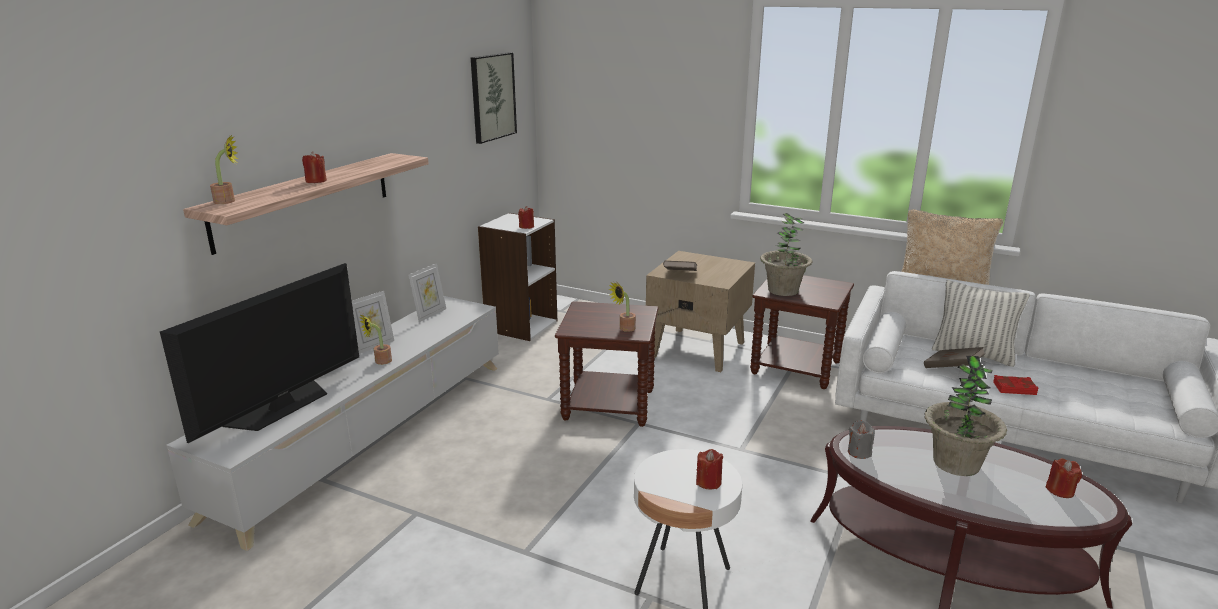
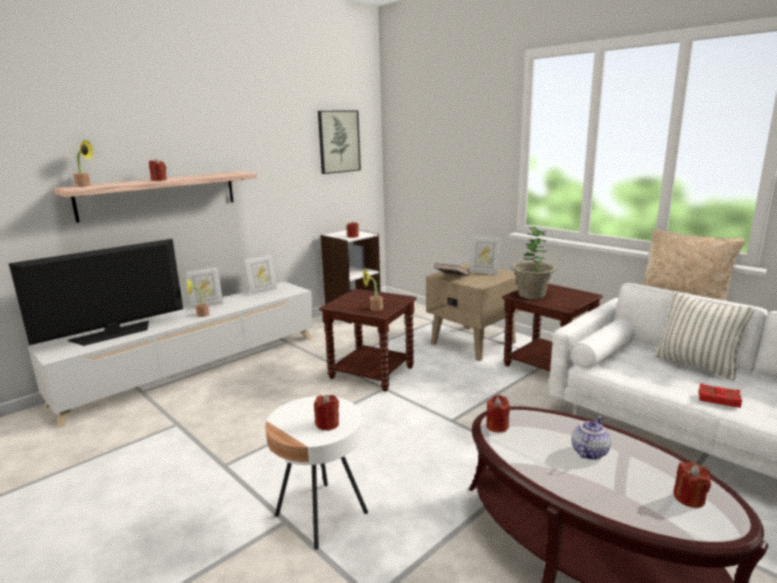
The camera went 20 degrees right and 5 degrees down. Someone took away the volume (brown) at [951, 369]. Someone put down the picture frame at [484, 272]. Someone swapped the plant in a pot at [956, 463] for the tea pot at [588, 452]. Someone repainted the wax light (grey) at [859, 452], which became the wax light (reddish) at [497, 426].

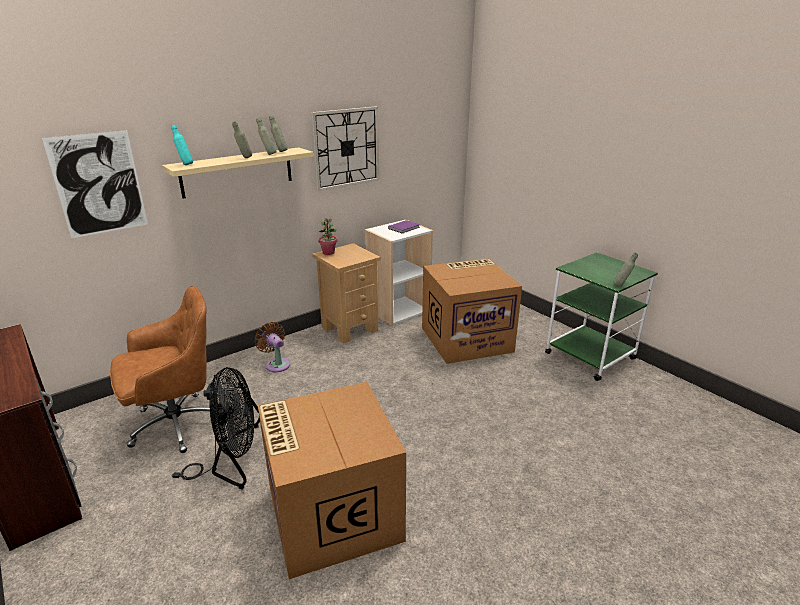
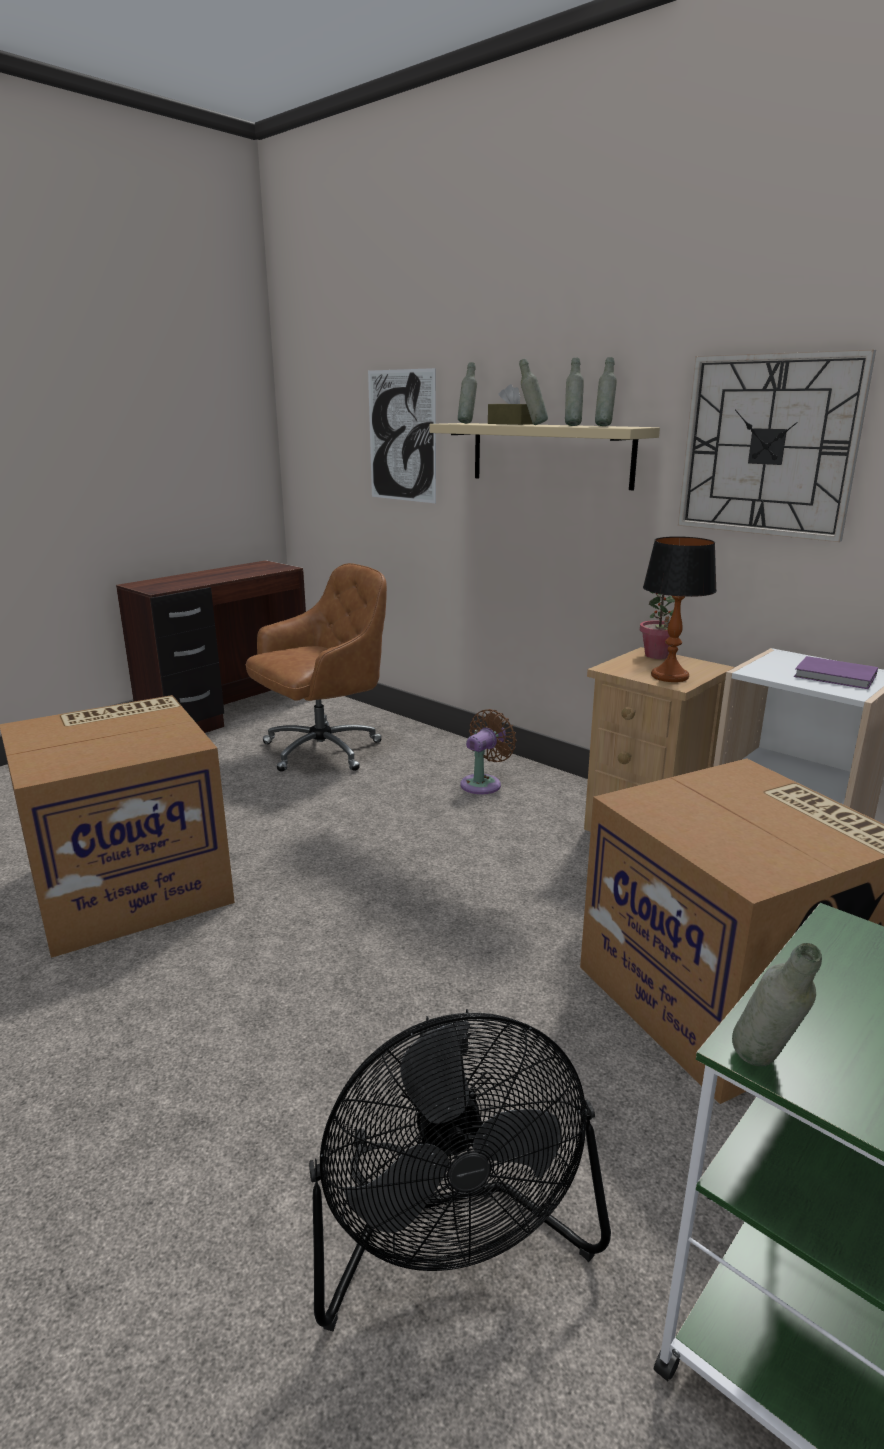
The camera went 80 degrees right and 5 degrees down. Someone put down the tissue holder (brown) at [510, 424]. Someone put down the tabletop lamp at [669, 676]. Someone carried the cooling fan (blackish) from [230, 458] to [439, 1240]. Someone repainted the beverage bottle (turquoise) at [185, 164], which became the beverage bottle (grey) at [467, 423]. Someone rotated the computer chair (brown) at [176, 424] by 90 degrees counterclockwise.

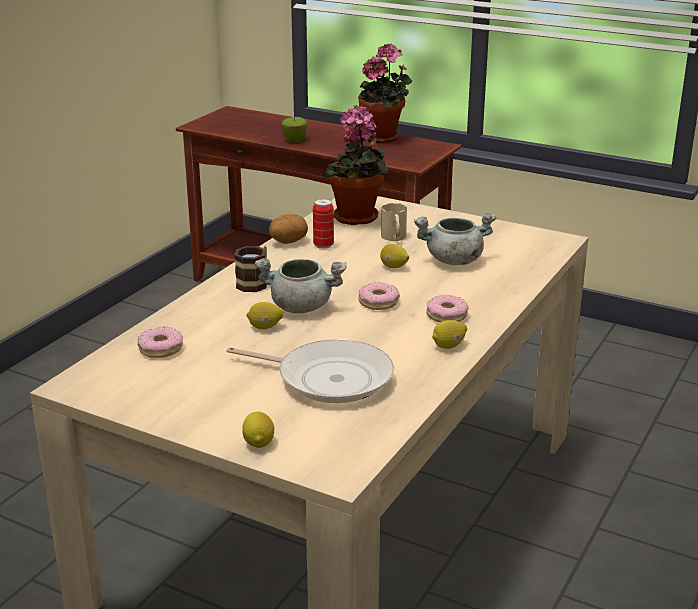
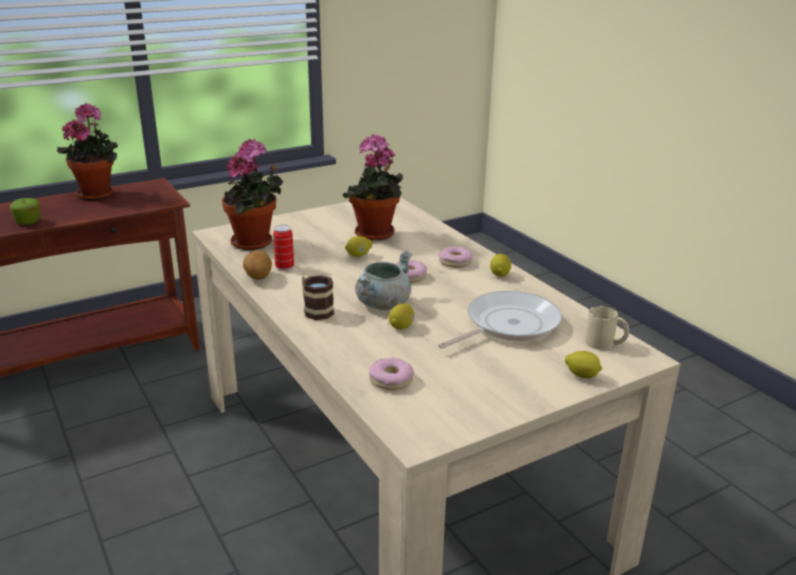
The camera went 60 degrees left and 0 degrees up. Someone carried the mug (beige) from [394, 238] to [605, 343]. Someone swapped the cooking pot (grey) at [454, 260] for the plant in a pot at [375, 235].

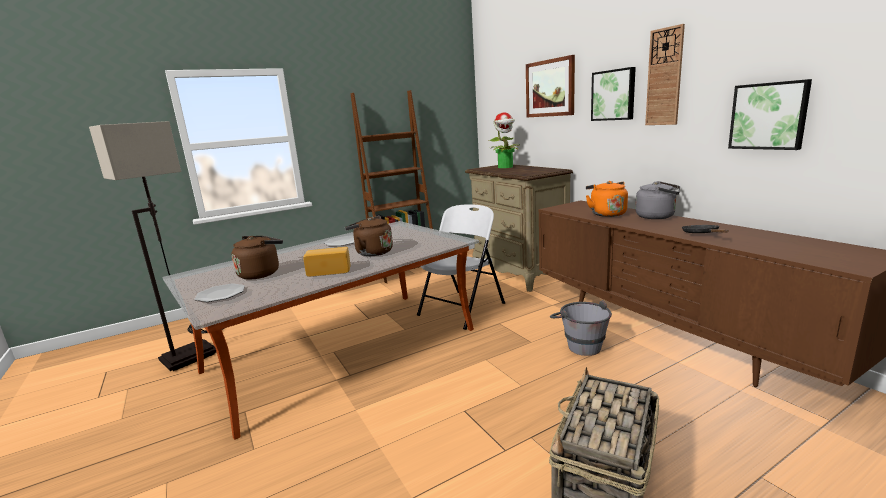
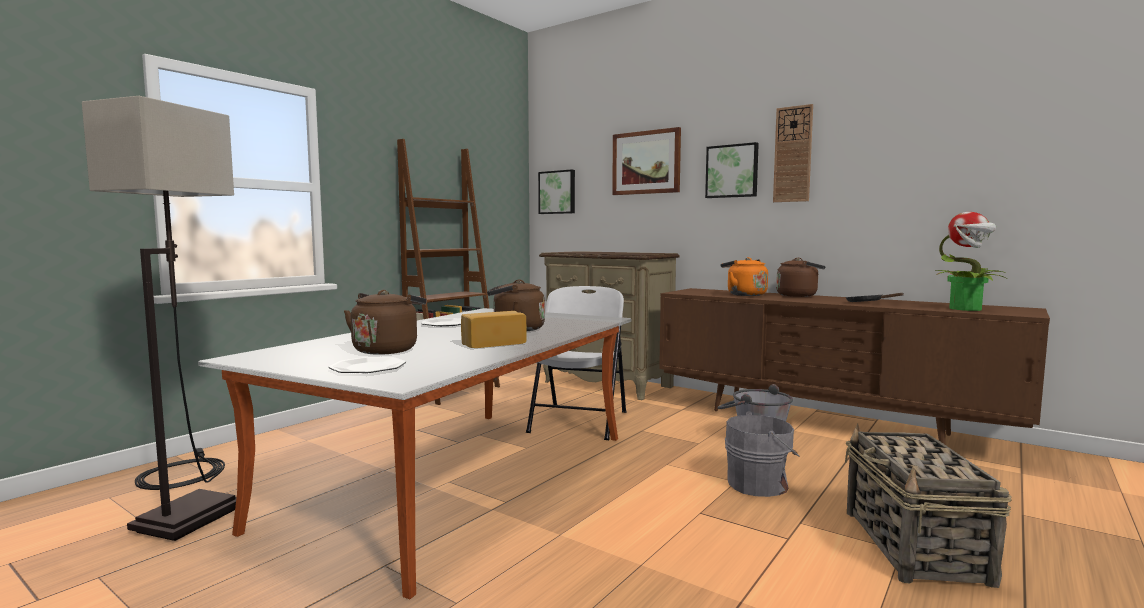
The camera went 25 degrees left and 10 degrees down. Someone put down the pail (grey) at [760, 484]. Someone carried the plant in a pot from [506, 167] to [966, 309]. Someone carried the wall picture from [769, 116] to [557, 192]. Someone repainted the tea kettle (grey) at [657, 216], which became the tea kettle (brown) at [799, 295].

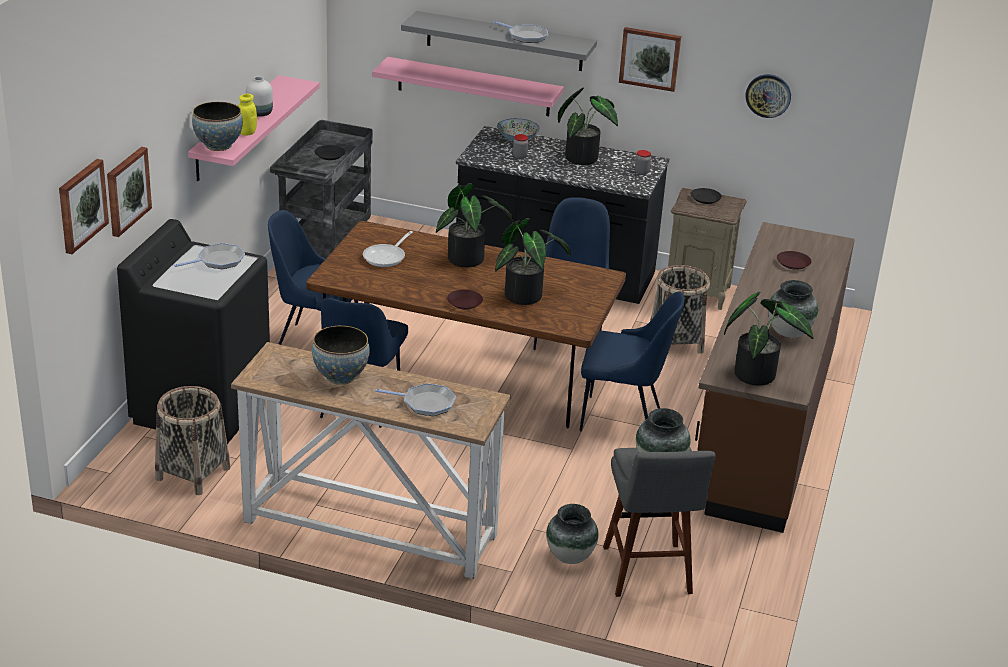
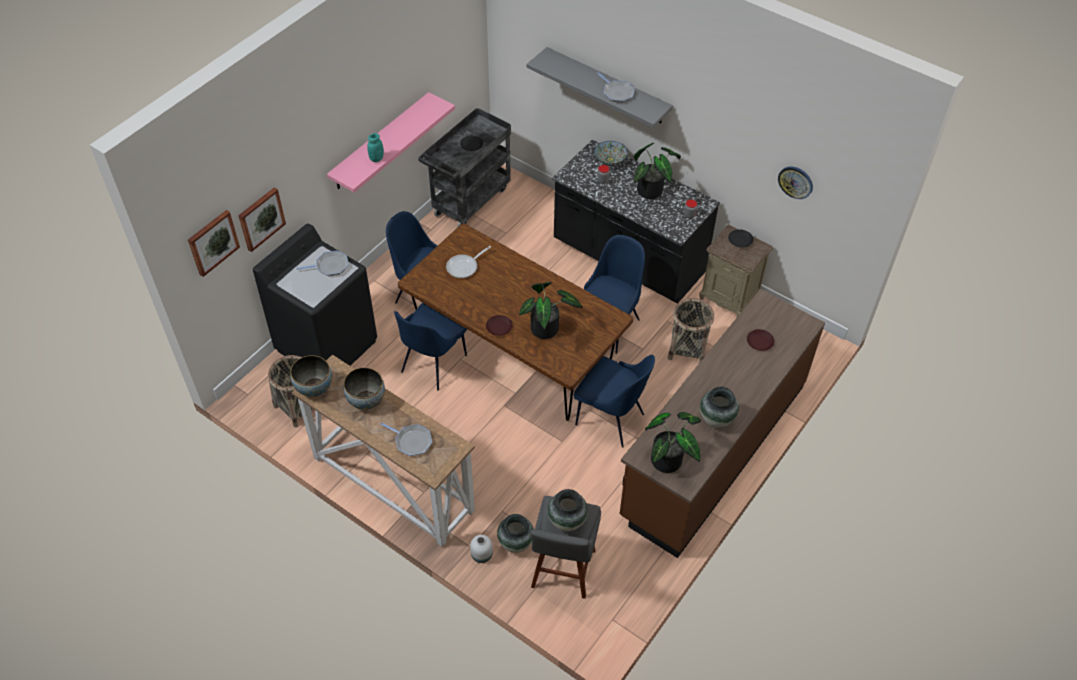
The camera went 20 degrees right and 20 degrees up. Someone took away the wall shelf (pink-coloured) at [473, 87]. Someone took away the plant in a pot at [470, 260]. Someone took away the wall picture at [650, 58]. Someone carried the serving bowl from [218, 145] to [314, 388]. Someone carried the decorative vase (white) from [260, 113] to [482, 554]. Someone repainted the jar (yellow-coloured) at [247, 132], which became the jar (turquoise) at [376, 158].

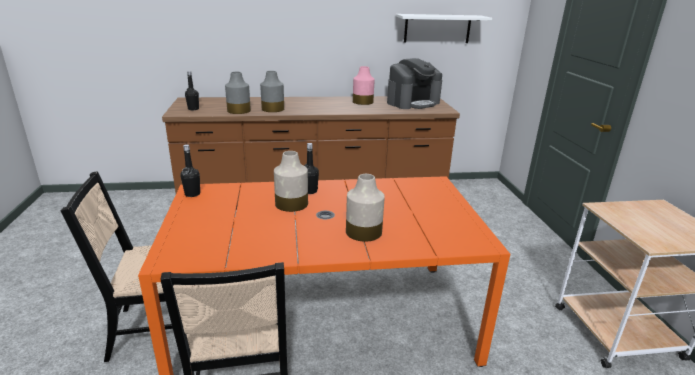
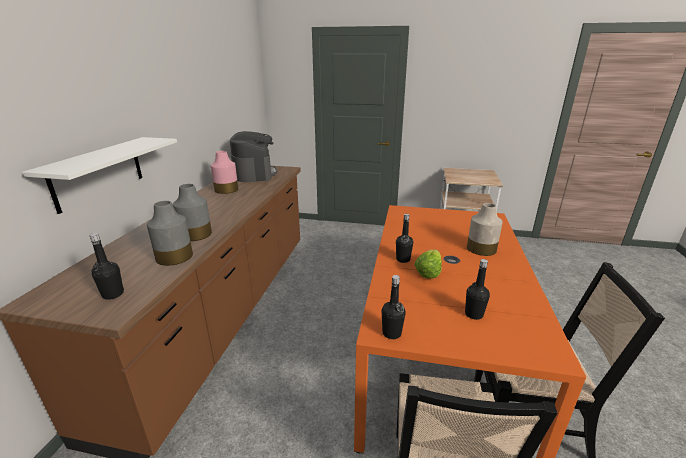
The camera went 70 degrees left and 0 degrees up. Someone put down the beverage bottle (blackish) at [474, 314]. Someone carried the wall shelf (white) from [437, 28] to [98, 173]. Someone swapped the decorative vase (beige) at [291, 203] for the lettuce at [428, 272].

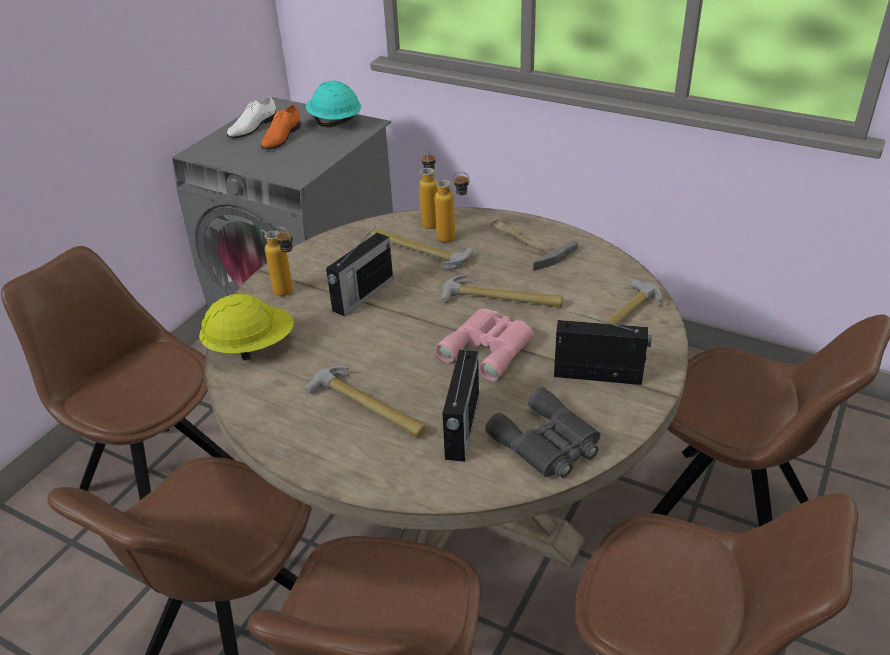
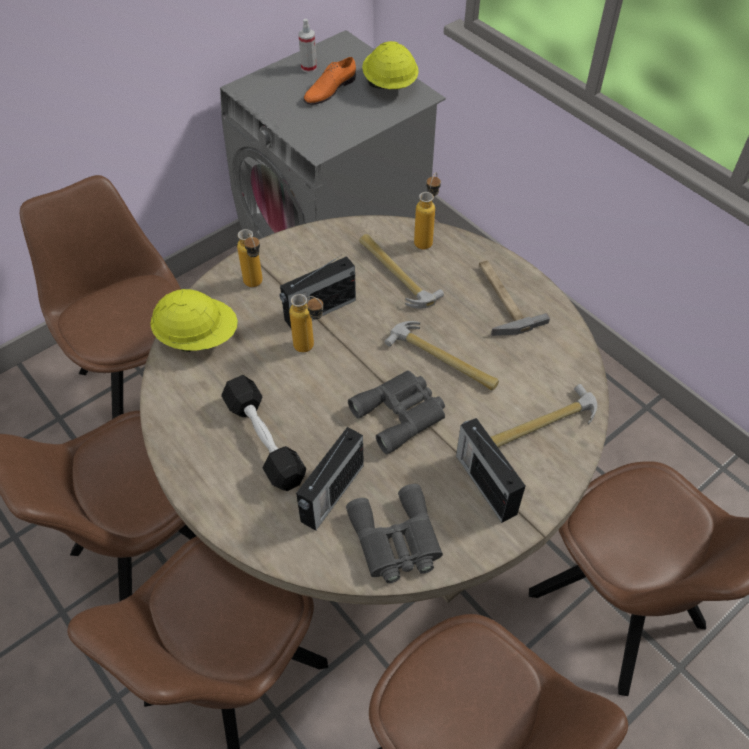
The camera went 20 degrees right and 15 degrees up. Someone carried the beverage bottle from [453, 238] to [310, 349]. Someone swapped the item of footwear (white) at [252, 127] for the hand sprayer at [309, 67]. Someone swapped the hand hammer at [368, 407] for the hand weight (blackish) at [264, 440]. Someone repainted the work helmet (turquoise) at [335, 122], which became the work helmet (yellow-coloured) at [389, 84]. Someone repainted the binoculars (pink-coloured) at [489, 348], which became the binoculars (grey) at [401, 413]. Someone rotated the radio receiver at [599, 375] by 150 degrees counterclockwise.

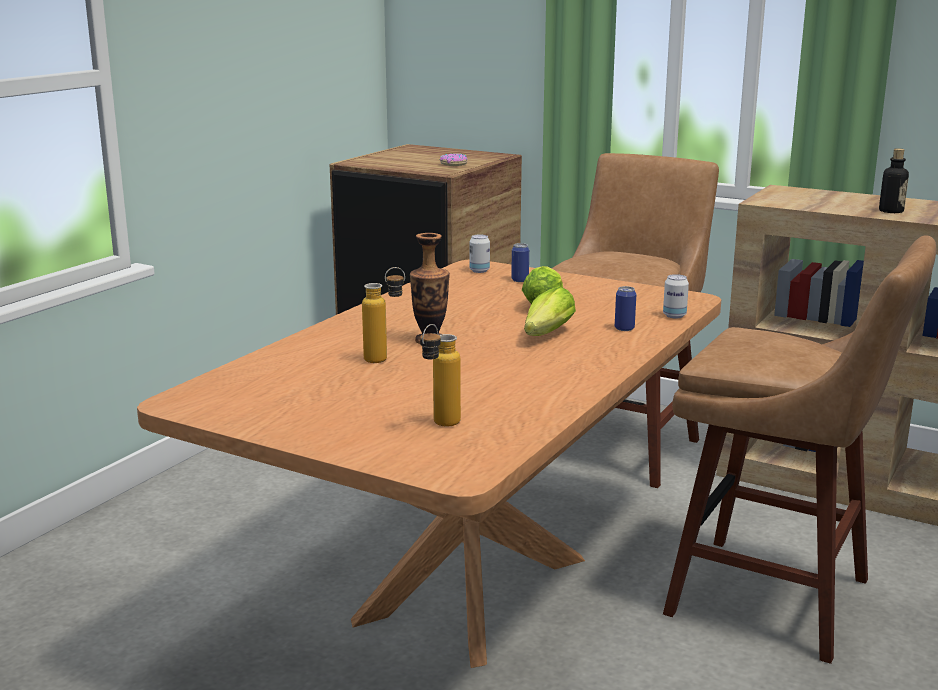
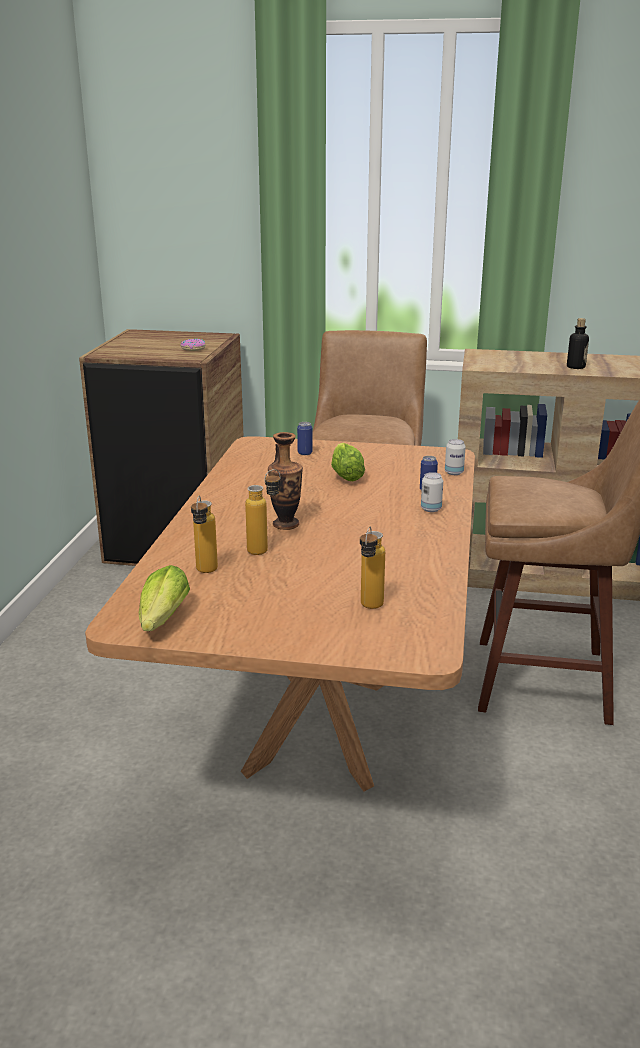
The camera went 20 degrees left and 5 degrees up. Someone put down the beverage bottle at [205, 573]. Someone carried the metal can from [479, 271] to [431, 509]. Someone carried the lettuce from [545, 335] to [161, 622].

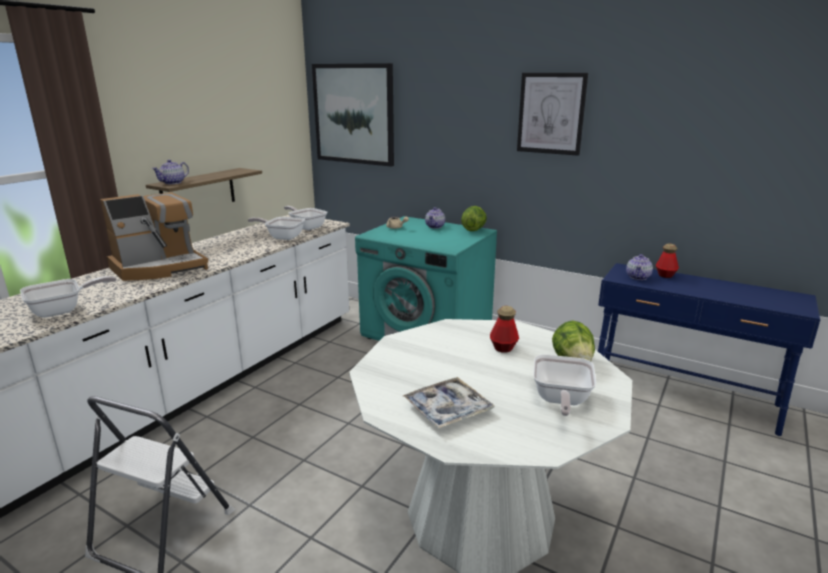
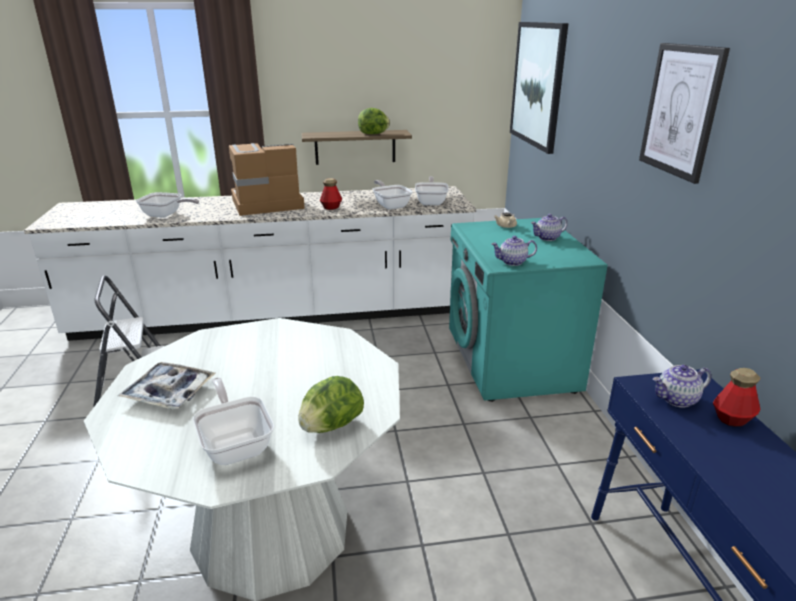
The camera went 50 degrees right and 5 degrees up. Someone carried the tea pot from [173, 183] to [512, 262]. Someone carried the lettuce from [473, 230] to [374, 134]. Someone carried the beverage bottle from [503, 347] to [331, 207]. Someone rotated the coffee brewer at [160, 267] by 150 degrees clockwise. Someone rotated the frying pan at [560, 400] by 90 degrees clockwise.

